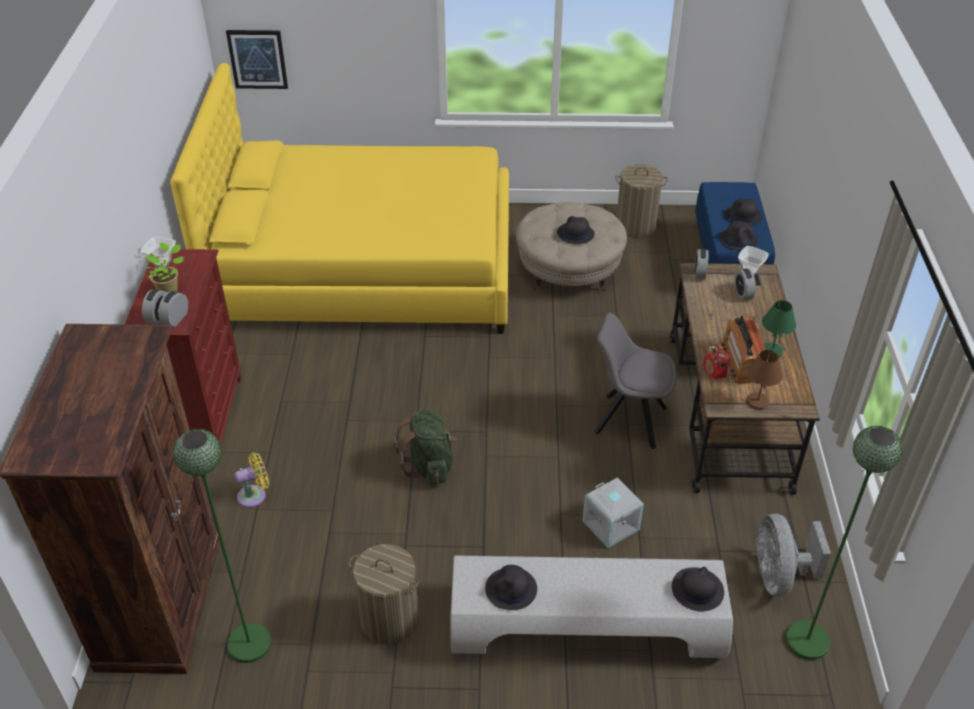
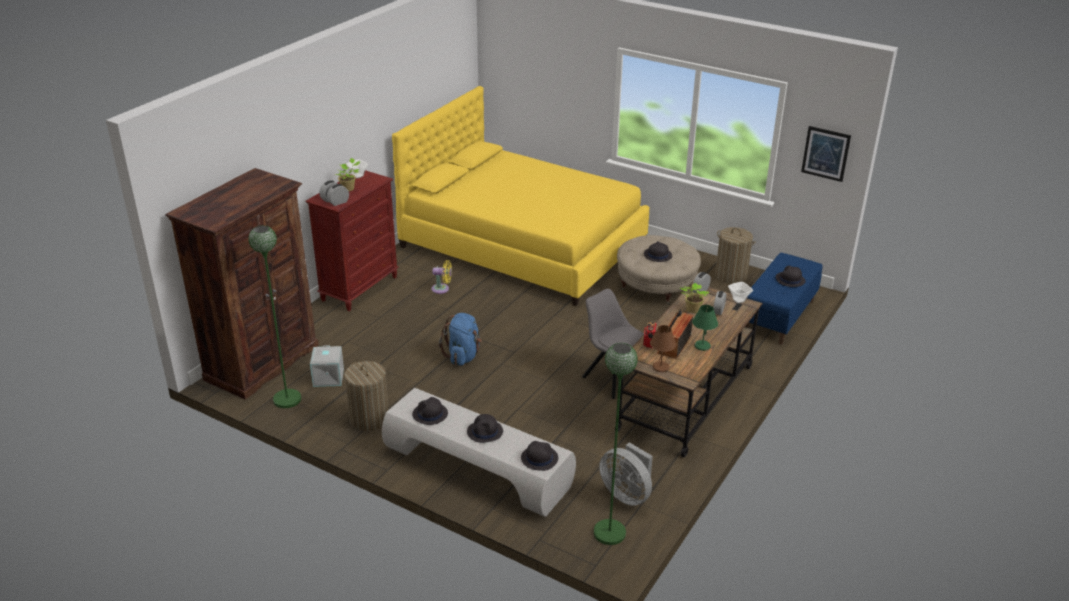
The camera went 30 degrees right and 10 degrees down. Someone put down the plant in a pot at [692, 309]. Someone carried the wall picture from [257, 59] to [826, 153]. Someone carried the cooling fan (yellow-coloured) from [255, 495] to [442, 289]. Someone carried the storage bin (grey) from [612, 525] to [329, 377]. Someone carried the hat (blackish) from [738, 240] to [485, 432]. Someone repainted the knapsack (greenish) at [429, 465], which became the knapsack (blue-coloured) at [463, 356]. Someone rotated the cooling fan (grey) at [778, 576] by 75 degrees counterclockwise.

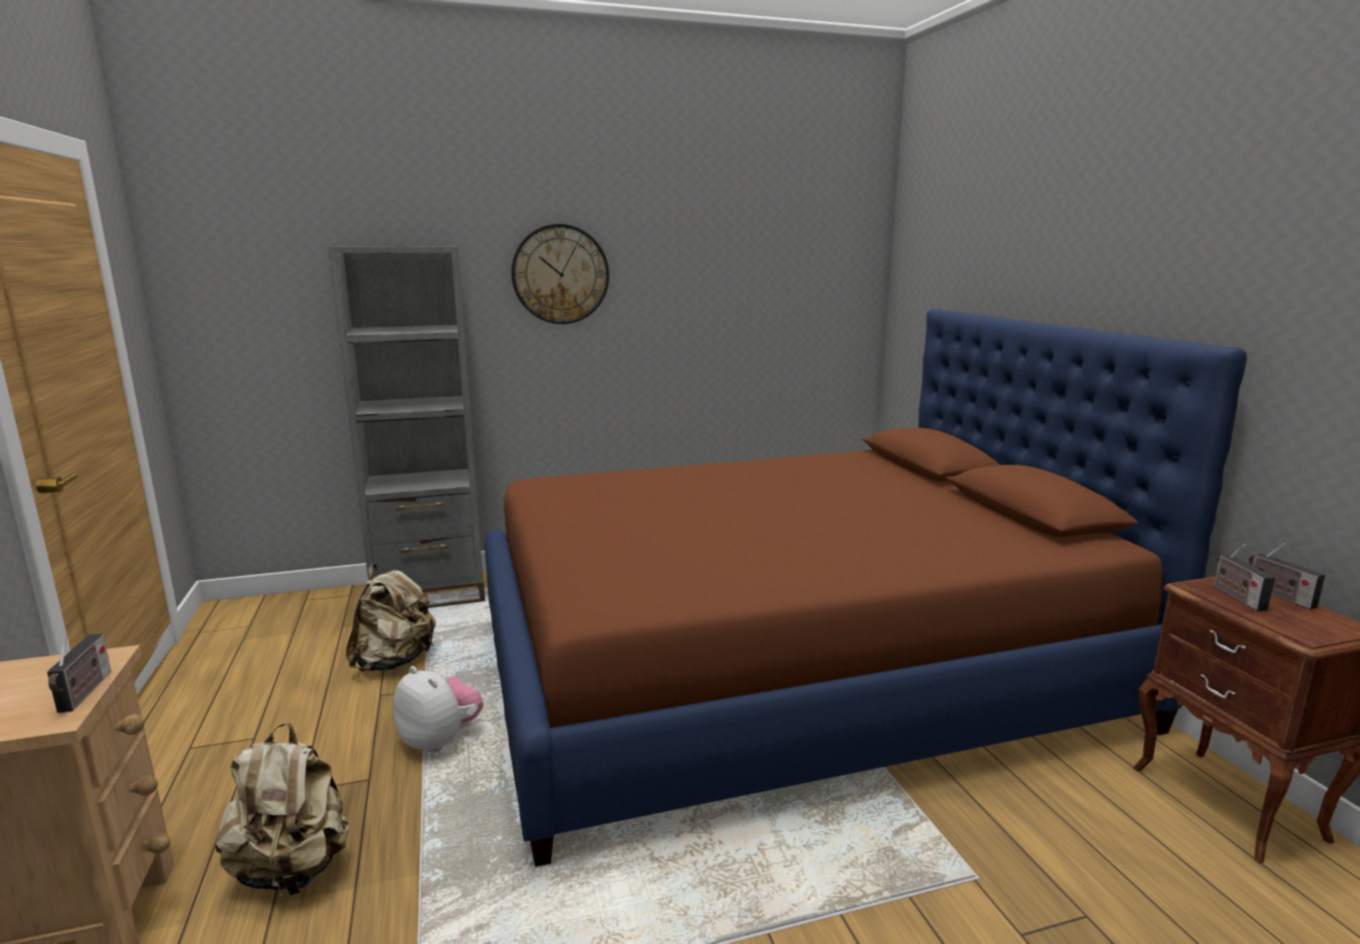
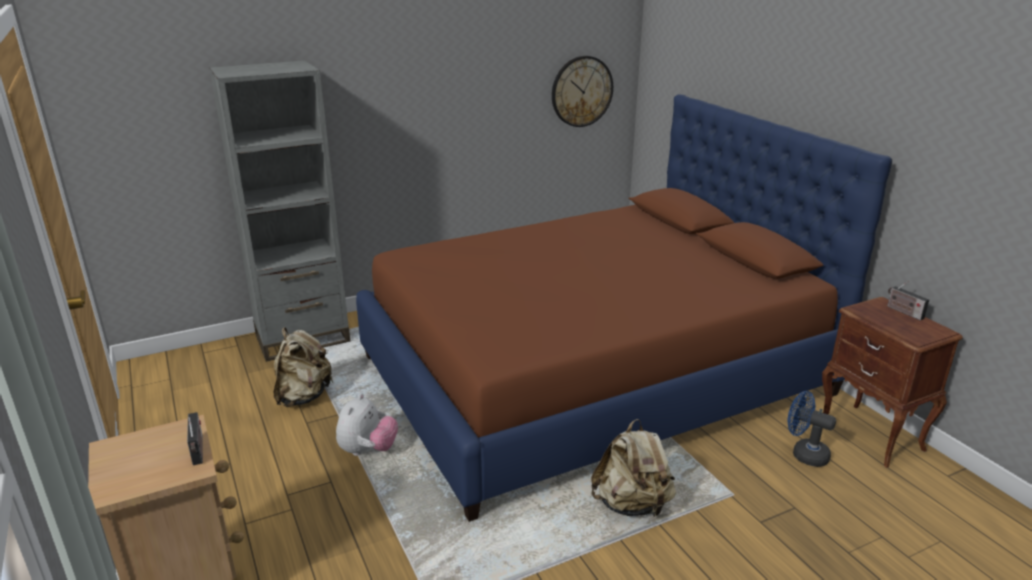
The camera went 10 degrees left and 10 degrees up. Someone took away the radio receiver at [1236, 596]. Someone put down the cooling fan (blue-coloured) at [804, 454]. Someone carried the knapsack (beige) from [293, 869] to [632, 505]. Someone carried the wall clock from [560, 274] to [581, 91]. Someone rotated the plush toy at [440, 740] by 75 degrees clockwise.

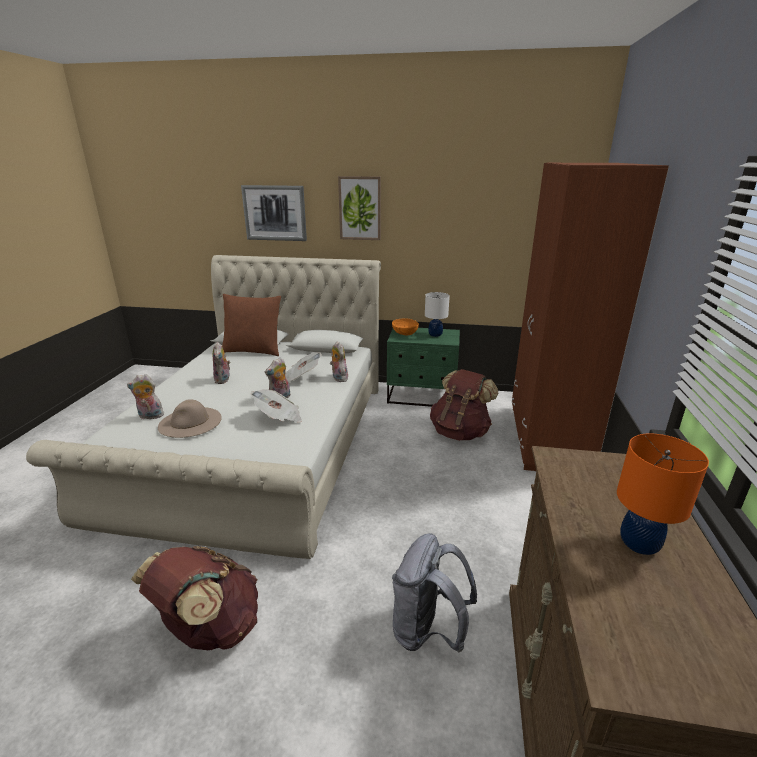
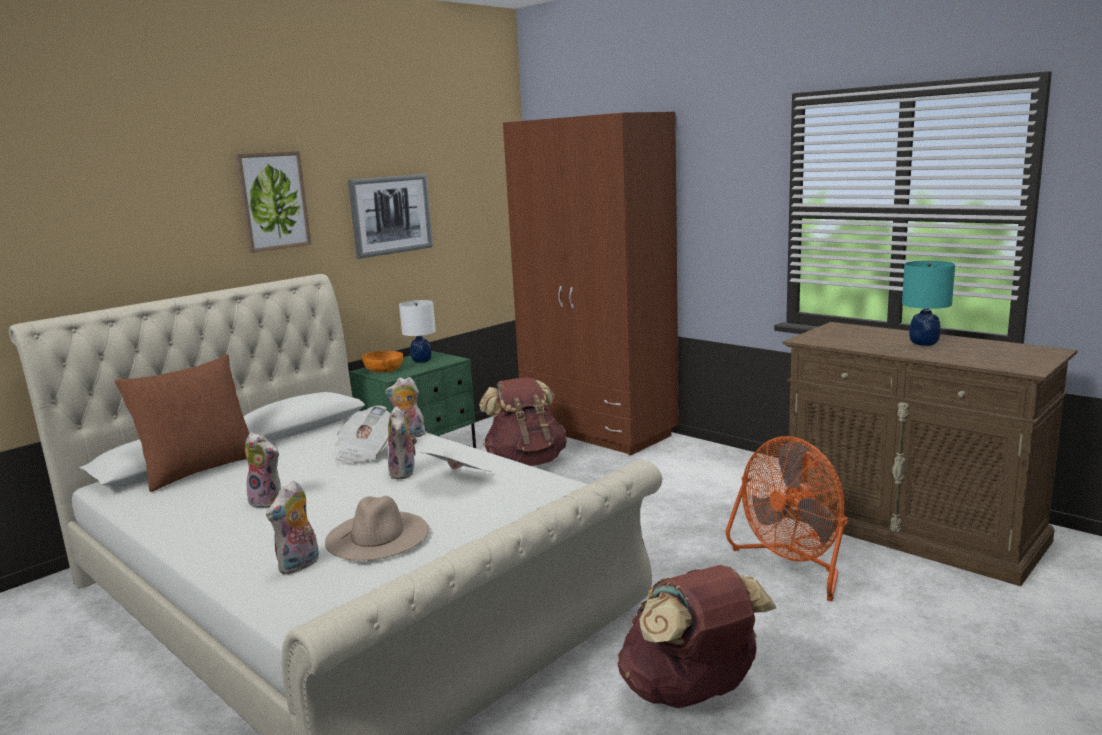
The camera went 55 degrees left and 10 degrees down. Someone carried the wall picture from [274, 213] to [391, 215]. Someone swapped the knapsack (grey) at [428, 631] for the cooling fan (orangey) at [793, 564]. Someone repainted the tabletop lamp (orangey) at [639, 544], which became the tabletop lamp (turquoise) at [922, 343].

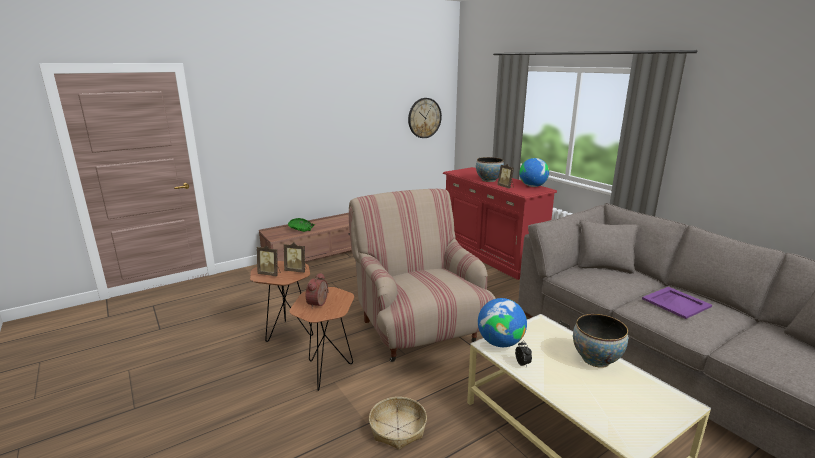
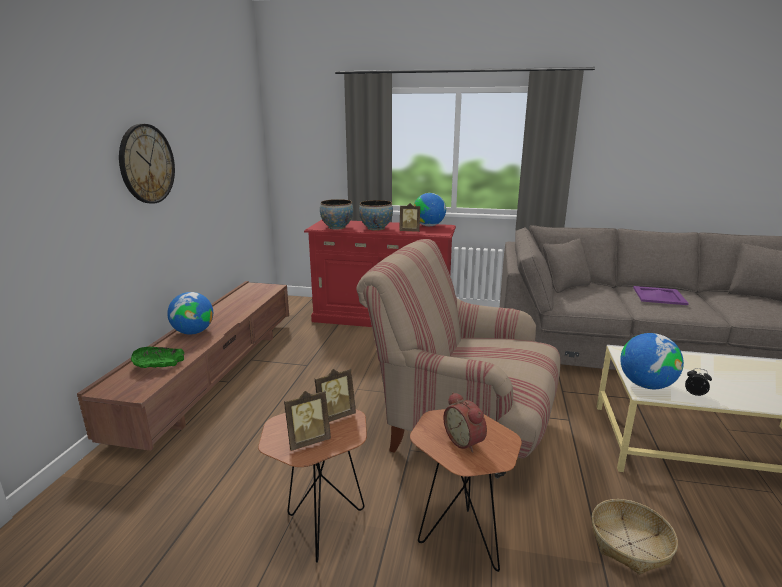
The camera went 45 degrees left and 0 degrees up. Someone put down the globe at [193, 332]. Someone carried the wall clock from [424, 118] to [147, 164]. Someone carried the serving bowl from [596, 359] to [337, 227].

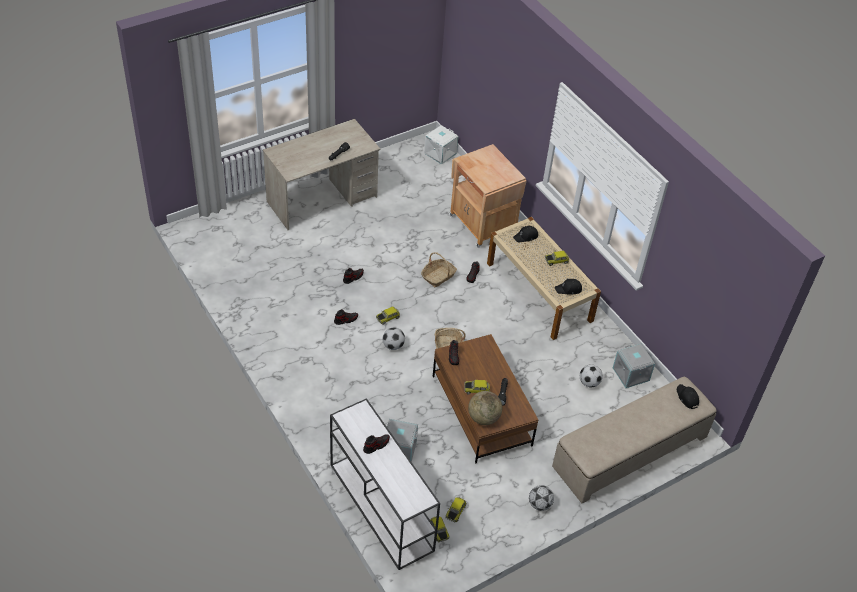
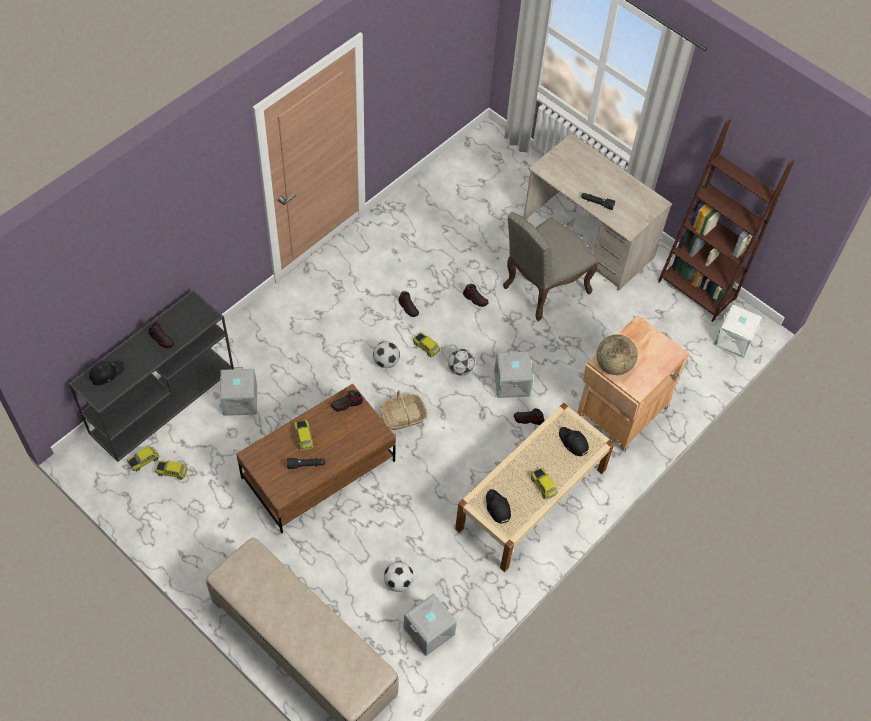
The camera went 75 degrees right and 10 degrees up. Someone put down the chair (grey) at [542, 288]. Someone put down the bookshelf (brown) at [697, 289]. Someone carried the globe from [483, 418] to [613, 365]. Someone carried the football from [539, 504] to [460, 369]. Someone carried the peaked cap (blackish) from [687, 398] to [106, 373]. Someone swapped the household basket at [438, 276] for the storage bin (grey) at [512, 383]. Someone repainted the console table (white) at [380, 506], which became the console table (blackish) at [163, 399].

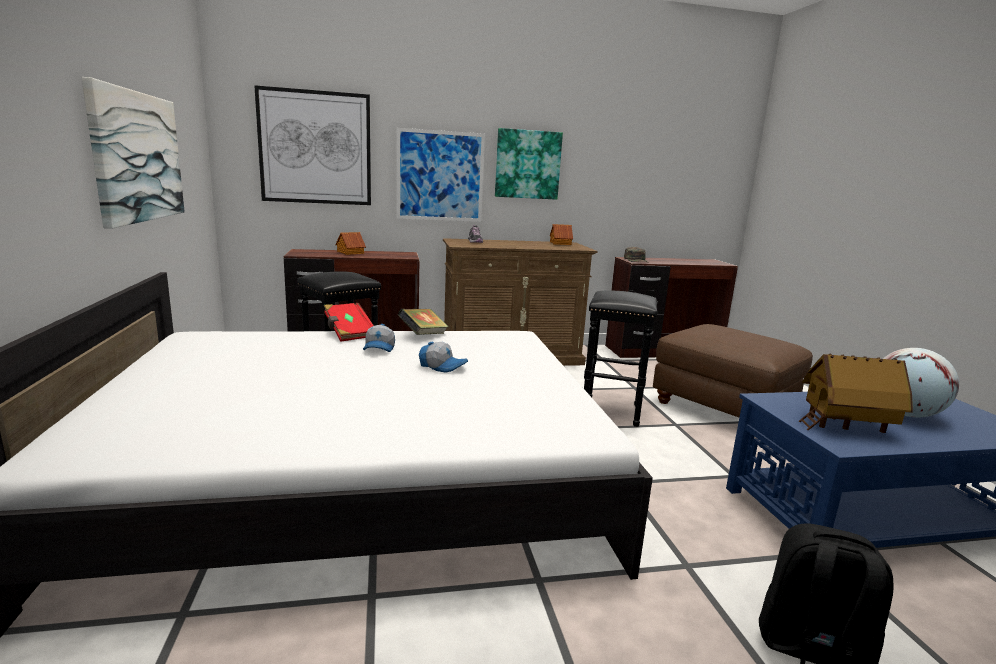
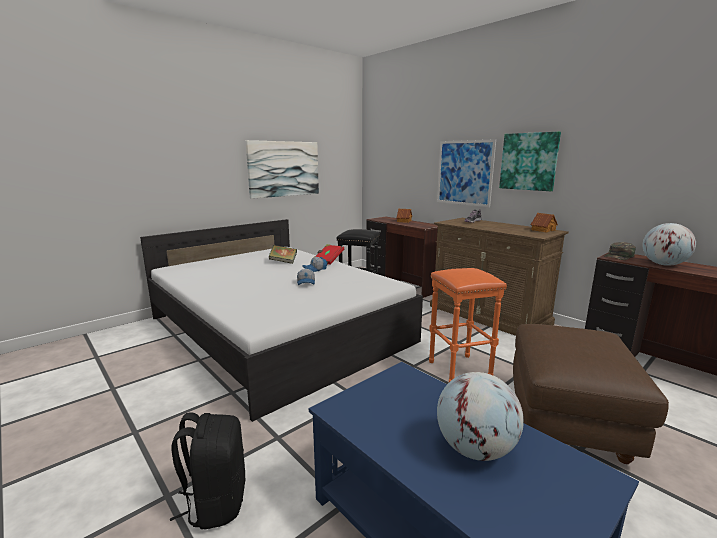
The camera went 60 degrees right and 0 degrees up. Someone took away the wall picture at [315, 148]. Someone took away the toy house at [846, 426]. Someone put down the globe at [663, 264]. Someone carried the volume from [423, 335] to [283, 262]. Someone repainted the stool seat (blackish) at [612, 411], which became the stool seat (orangey) at [461, 369].

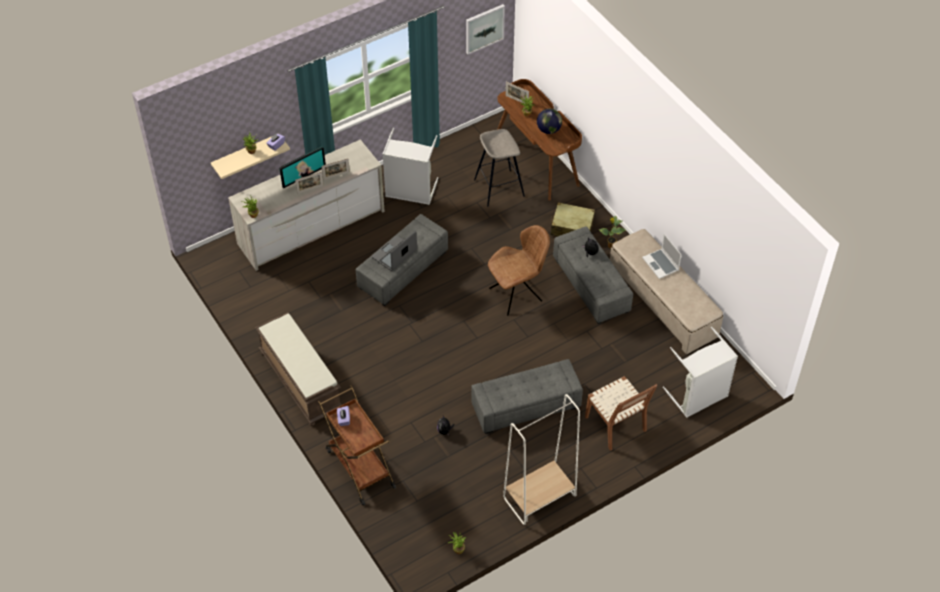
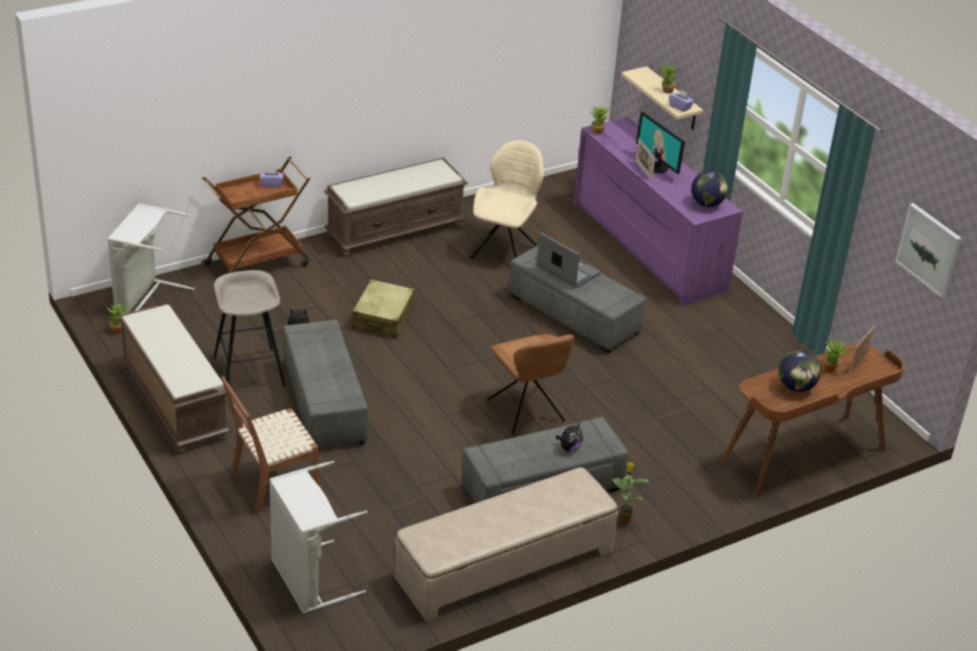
The camera went 90 degrees right and 15 degrees down. Someone took away the picture frame at [336, 176]. Someone took away the portable computer at [661, 264]. Someone put down the chair (beige) at [505, 250]. Someone put down the globe at [707, 204]. Someone carried the hamper (grey) from [410, 192] to [147, 300]. Someone carried the stool seat (grey) from [498, 188] to [249, 372]. Someone carried the suitcase (beige) from [572, 227] to [383, 318]. Someone swapped the garment rack at [539, 497] for the bench (brown) at [173, 401]. Someone repainted the dresser (white) at [311, 226], which became the dresser (purple-coloured) at [649, 246].

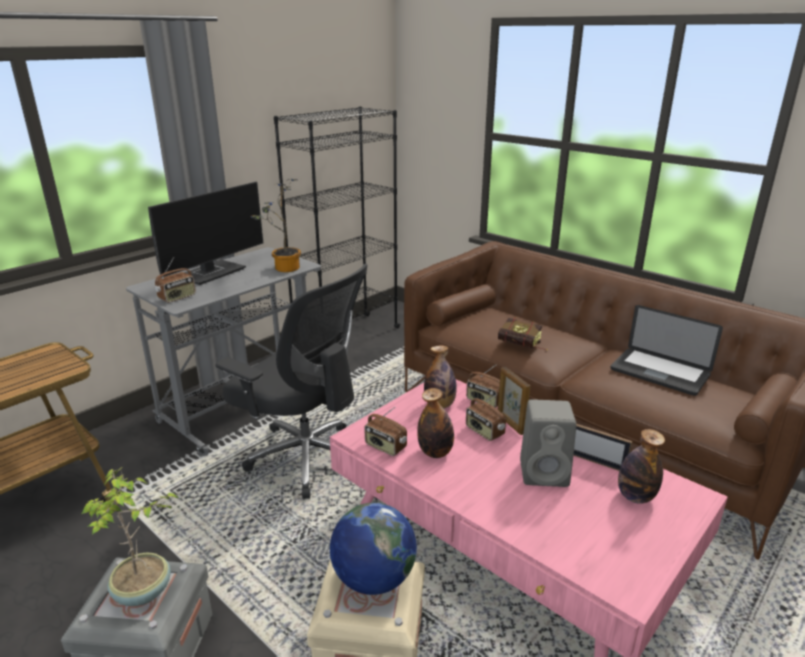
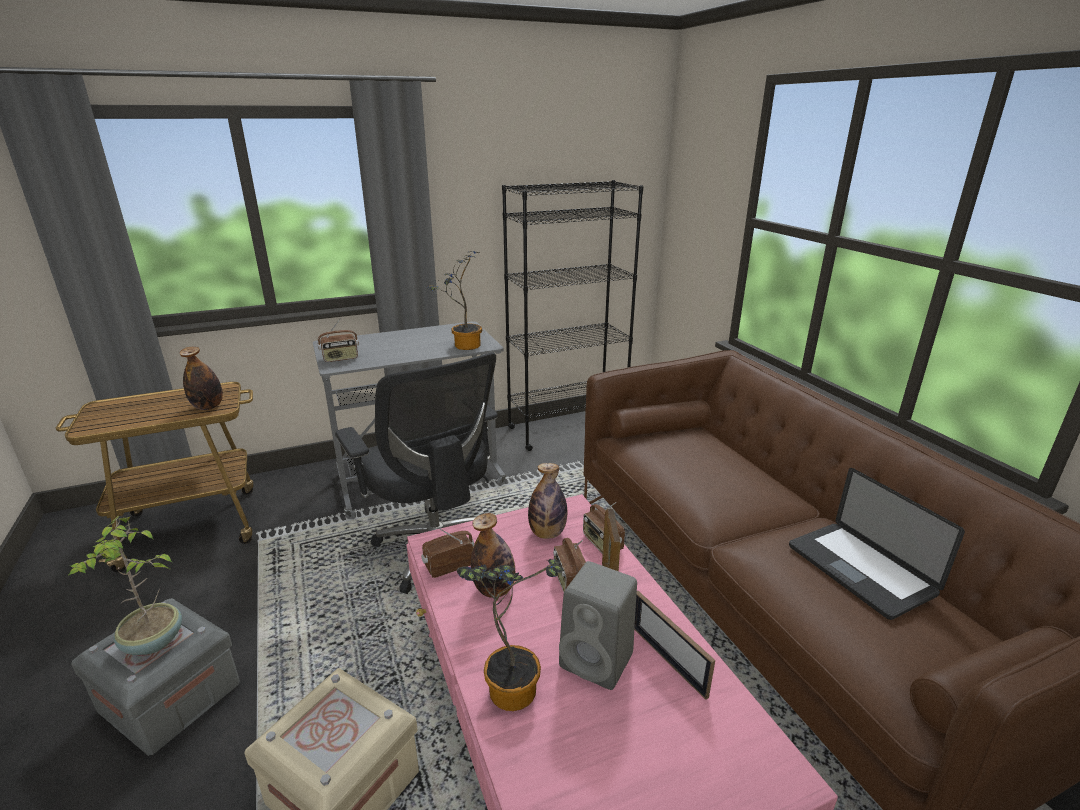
The camera went 25 degrees right and 0 degrees up. Someone took away the computer screen at [212, 272]. Someone took away the globe at [373, 579]. Someone took away the volume at [523, 347]. Someone put down the plant in a pot at [509, 685]. Someone carried the beverage bottle from [635, 496] to [208, 407]. Someone rotated the radio receiver at [385, 447] by 90 degrees clockwise.

